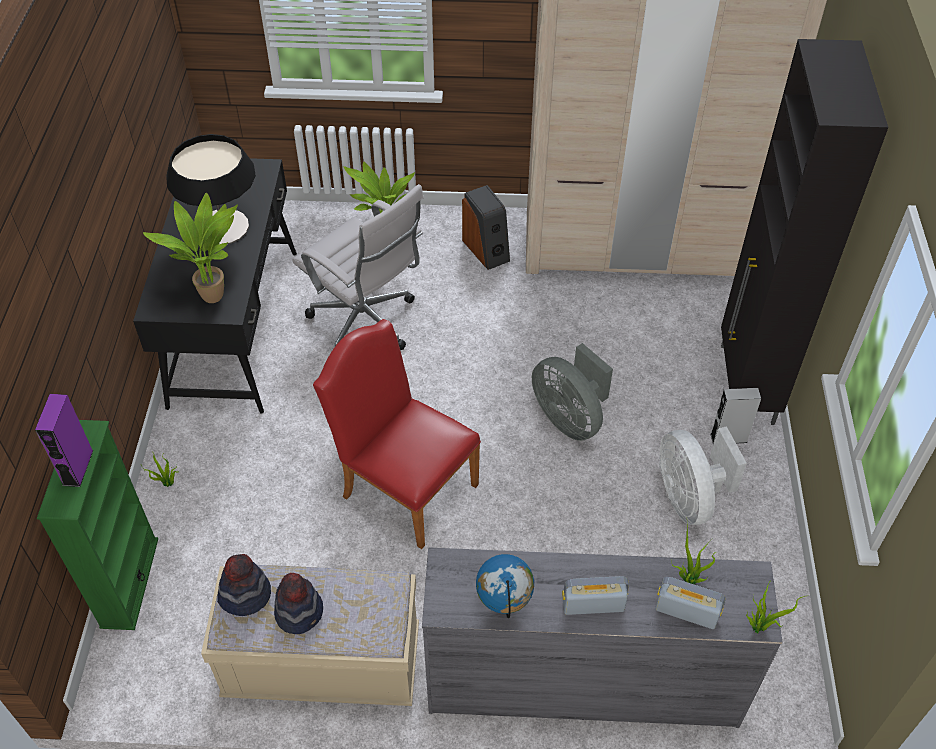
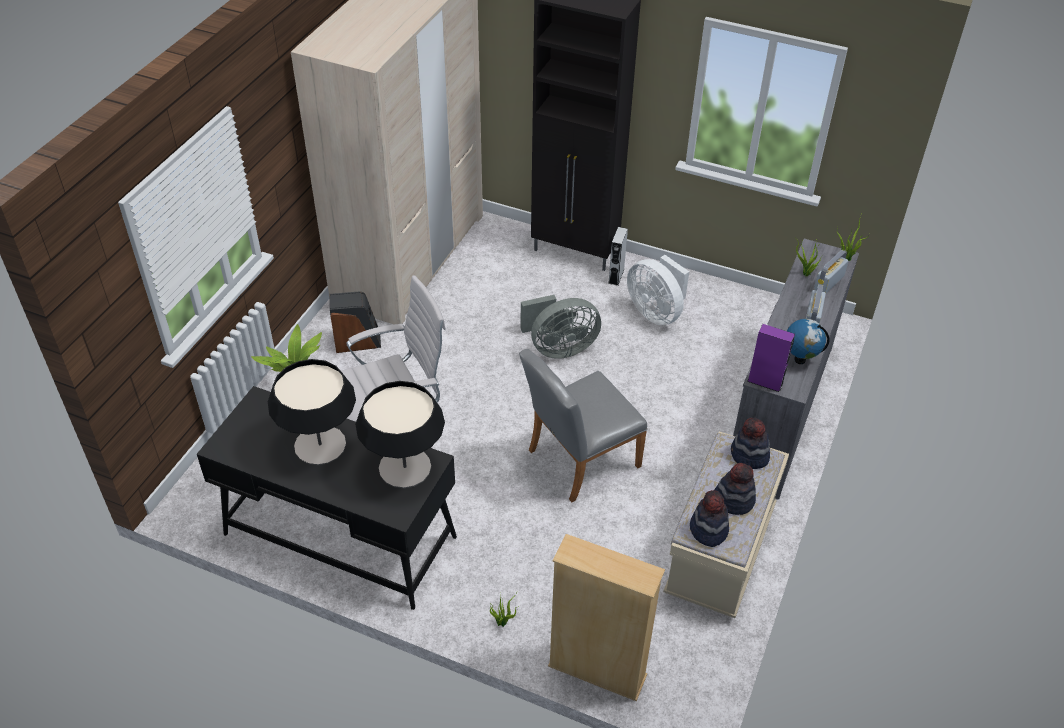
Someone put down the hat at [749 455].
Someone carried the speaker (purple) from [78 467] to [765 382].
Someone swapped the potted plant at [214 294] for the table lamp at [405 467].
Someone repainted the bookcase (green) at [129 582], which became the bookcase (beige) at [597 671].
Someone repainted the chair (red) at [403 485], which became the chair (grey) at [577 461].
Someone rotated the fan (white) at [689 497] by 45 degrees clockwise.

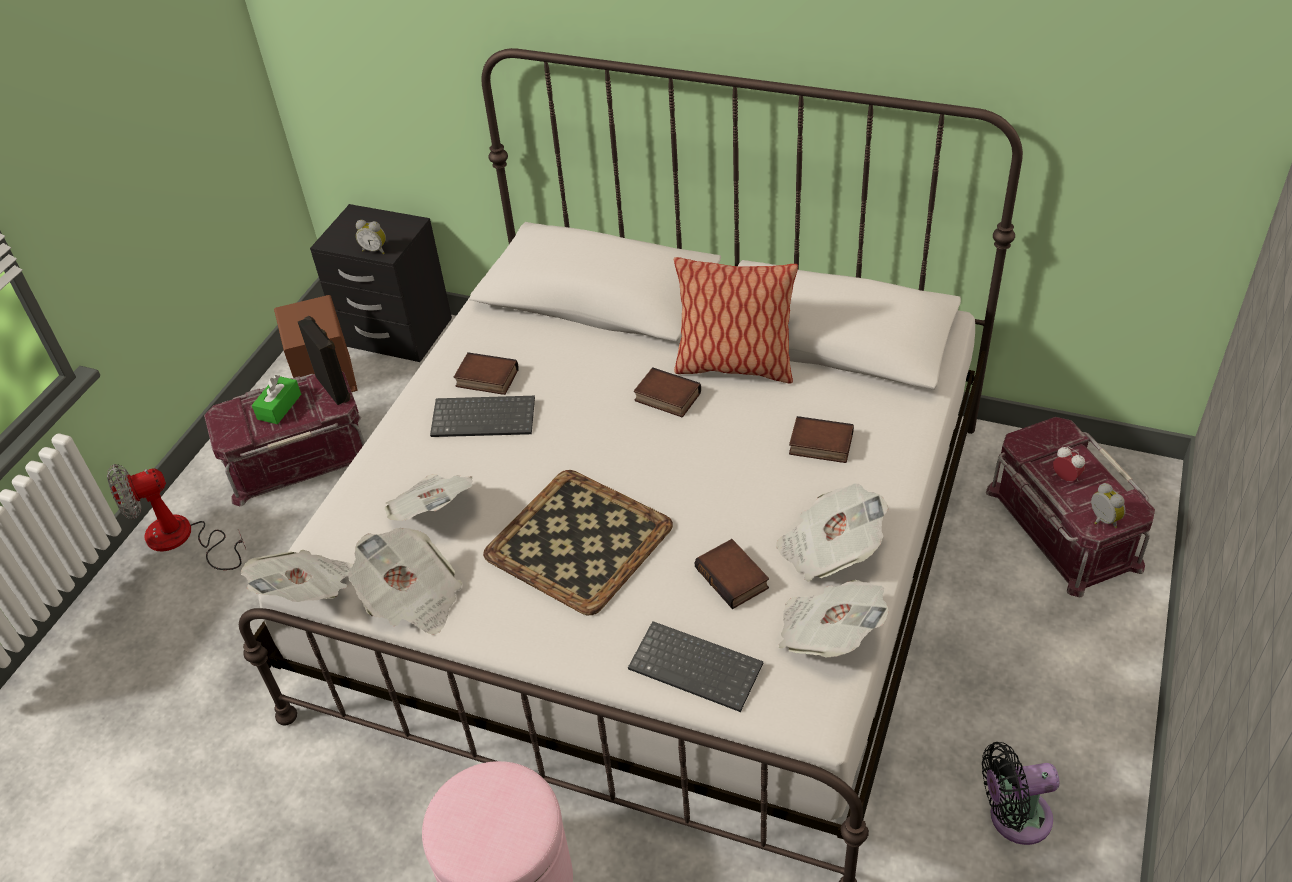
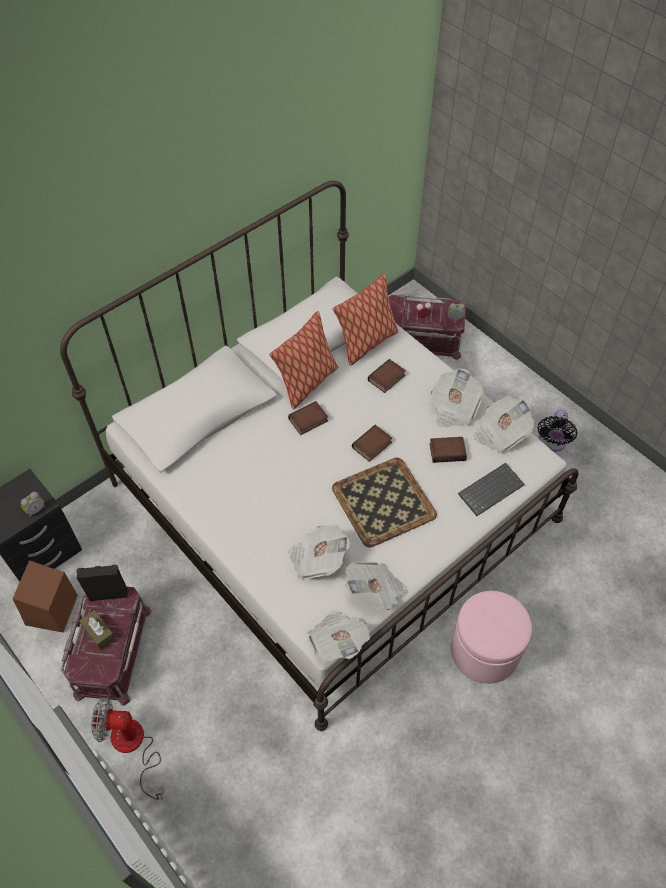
Someone took away the keyboard at [485 417].
Someone put down the pillow at [366 343].
Someone carried the book from [485 379] to [372 446].
Someone repainted the tissue box (green) at [279 407], which became the tissue box (brown) at [99 632].
Someone rotated the fan at [182 539] by 90 degrees clockwise.

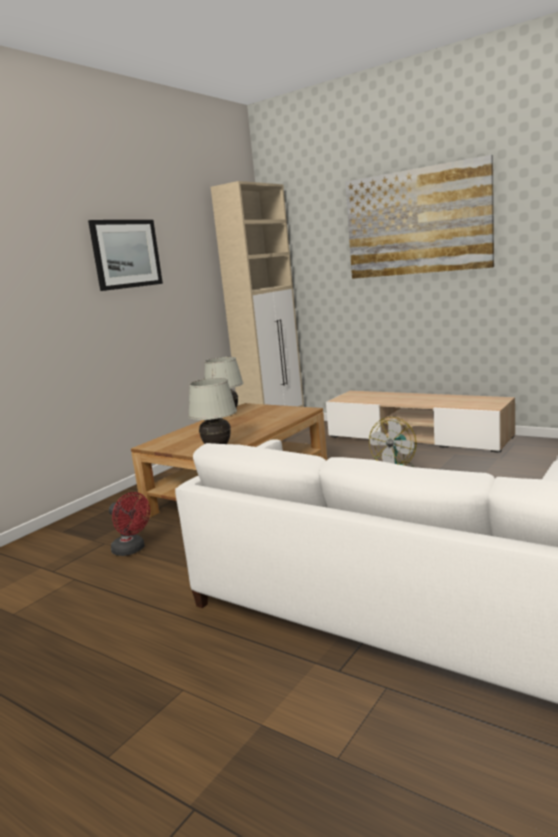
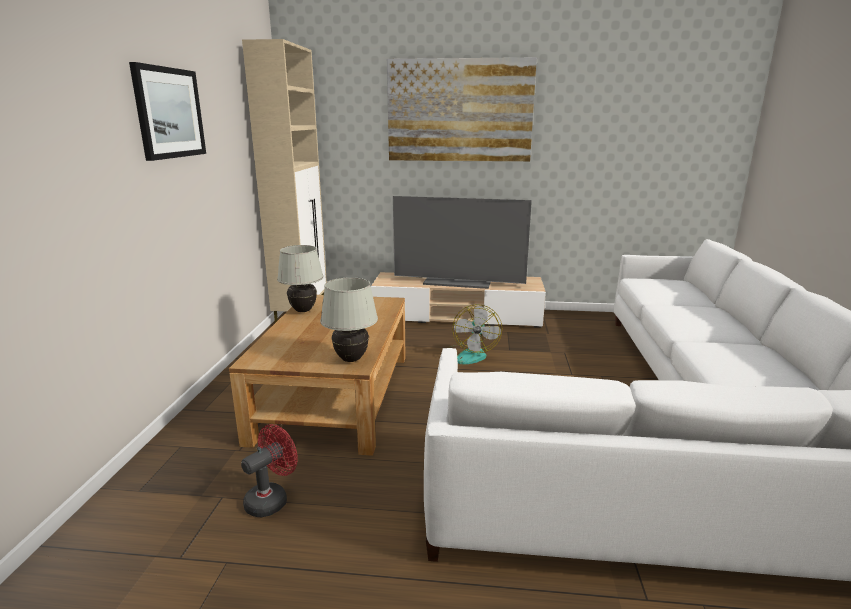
Someone put down the television at [458 282].
Someone rotated the fan (red) at [132 550] by 60 degrees counterclockwise.

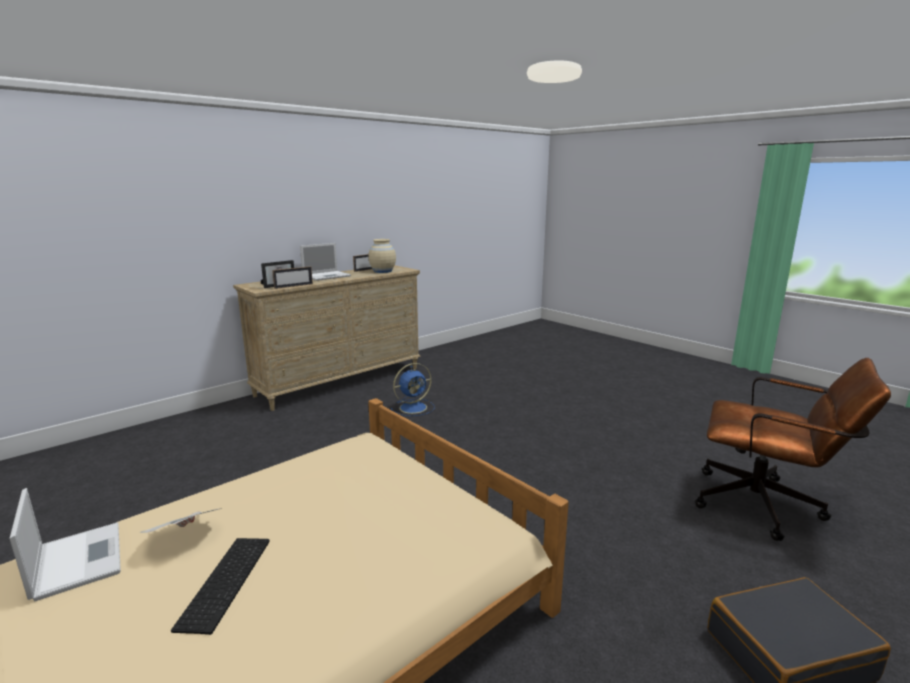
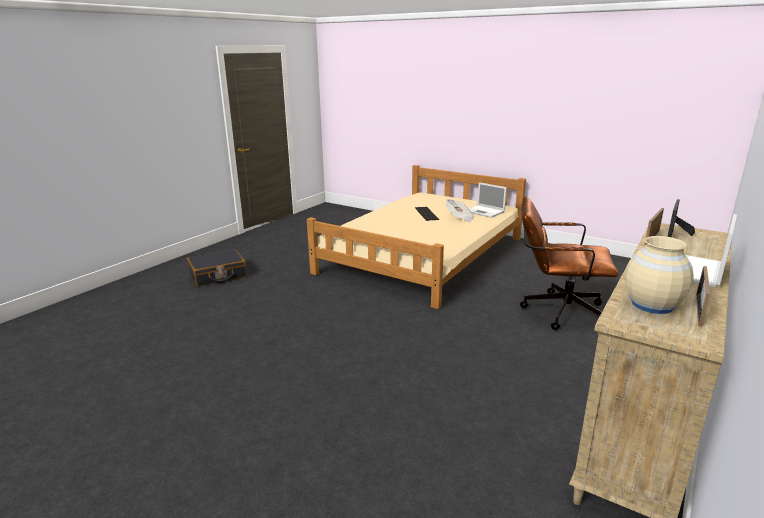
Someone took away the fan (blue) at [414 407].
Someone carried the office chair (brown) from [767 507] to [556 311].

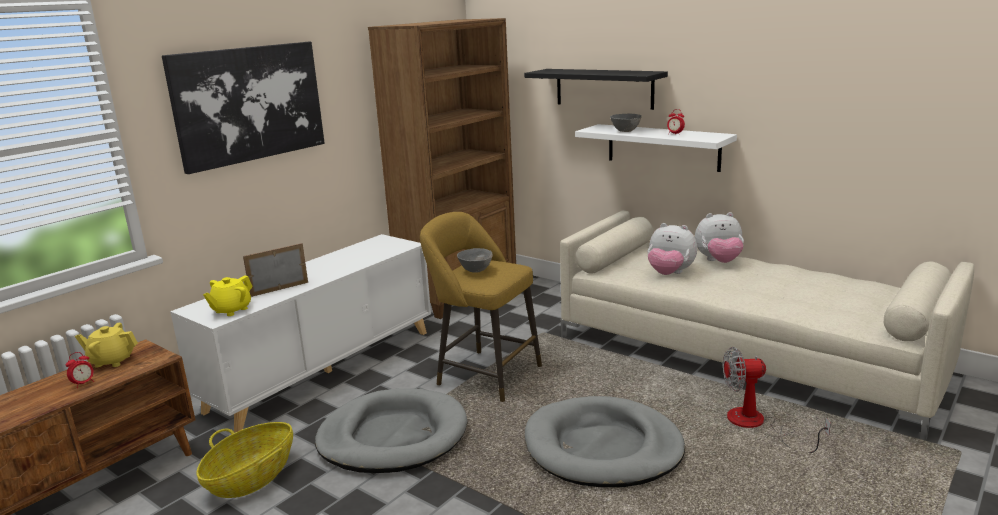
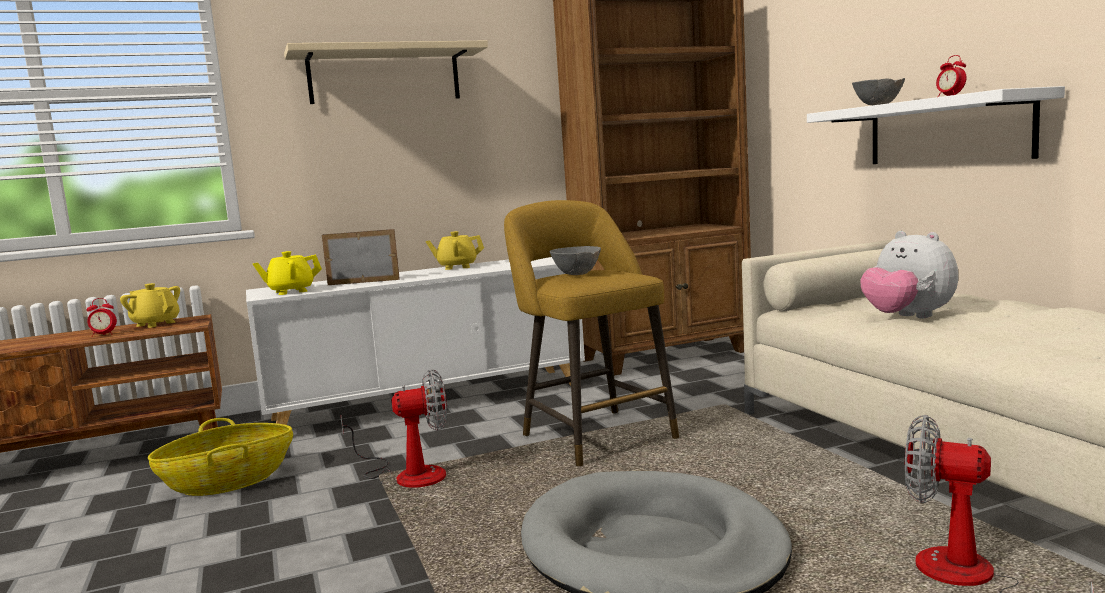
Someone took away the shelf (black) at [604 88].
Someone took away the plush toy at [719 262].
Someone put down the teapot (yellow) at [457 267].
Someone swapped the picture at [249 104] for the shelf (beige) at [384 76].
Someone swapped the dog bed (grey) at [393 436] for the fan at [408 475].

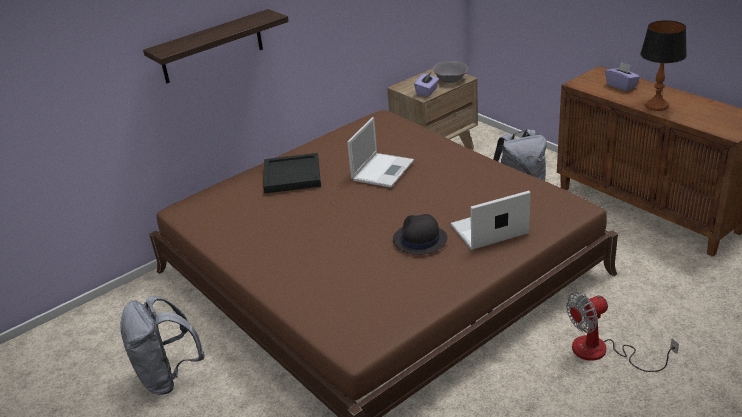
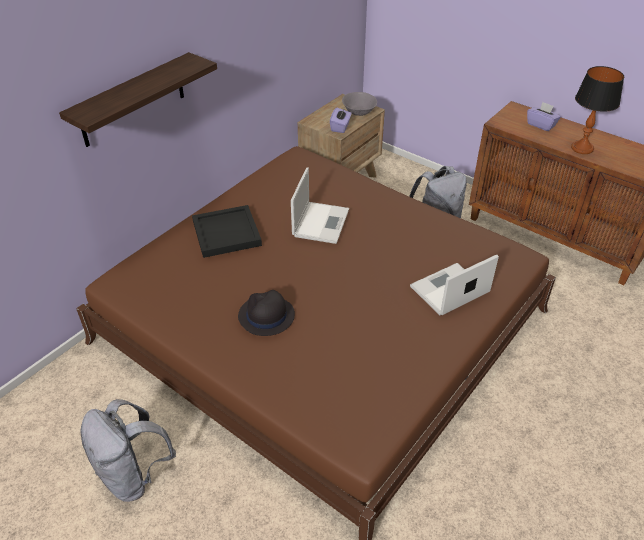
Someone took away the fan at [602 352].
Someone carried the hat (black) from [419 240] to [266 316].

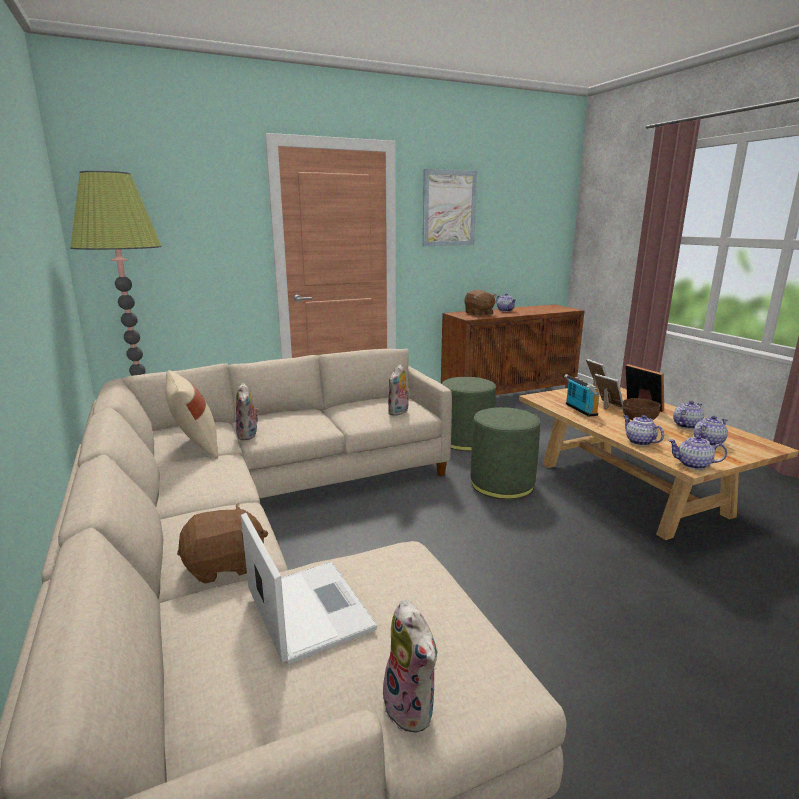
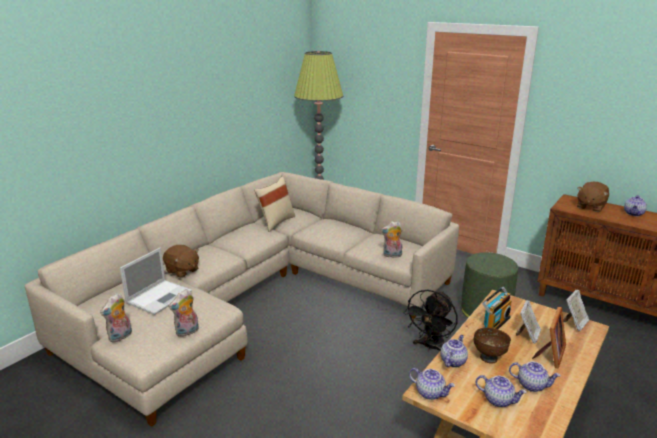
Someone took away the picture at [449 208].
Someone carried the plush toy from [249 435] to [187 332].
Someone swapped the ottoman (green) at [502 484] for the fan (black) at [430 347].
Someone rotated the teapot at [693 465] by 135 degrees clockwise.

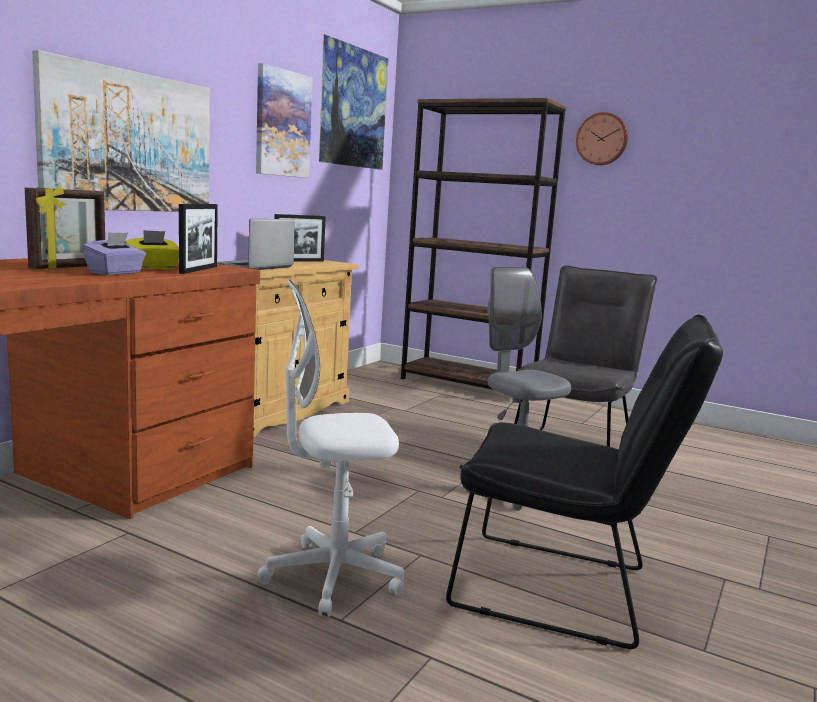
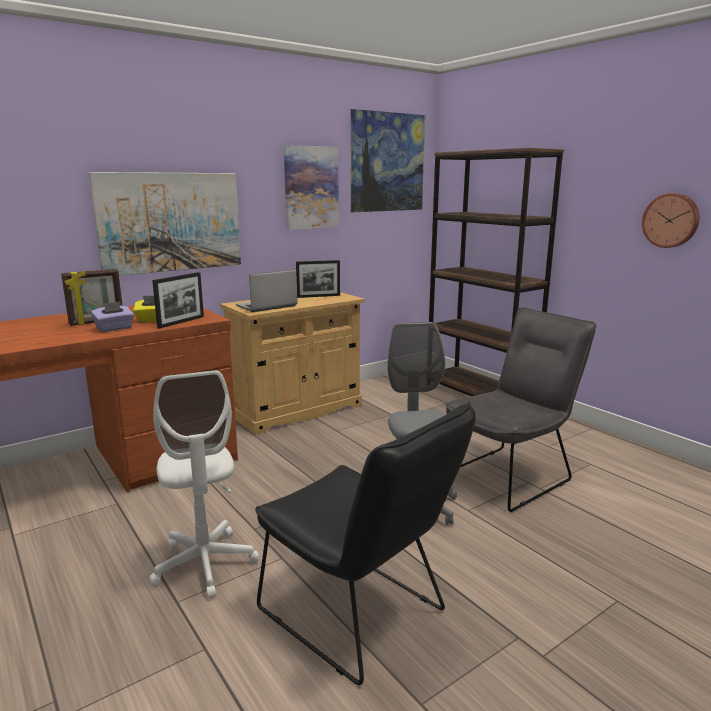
Someone carried the wall clock from [602 139] to [671 220].
Someone rotated the office chair (white) at [333 577] by 120 degrees counterclockwise.

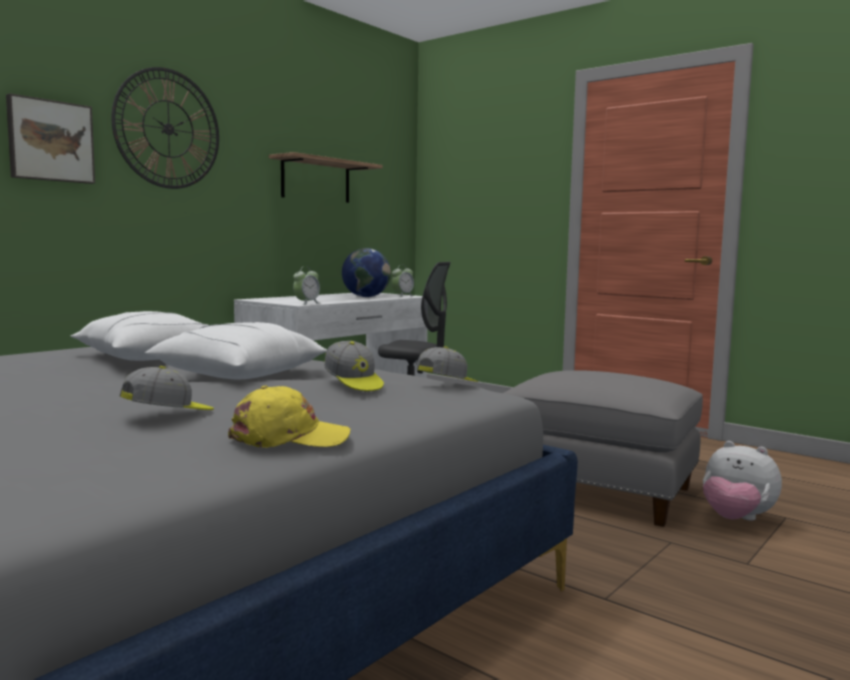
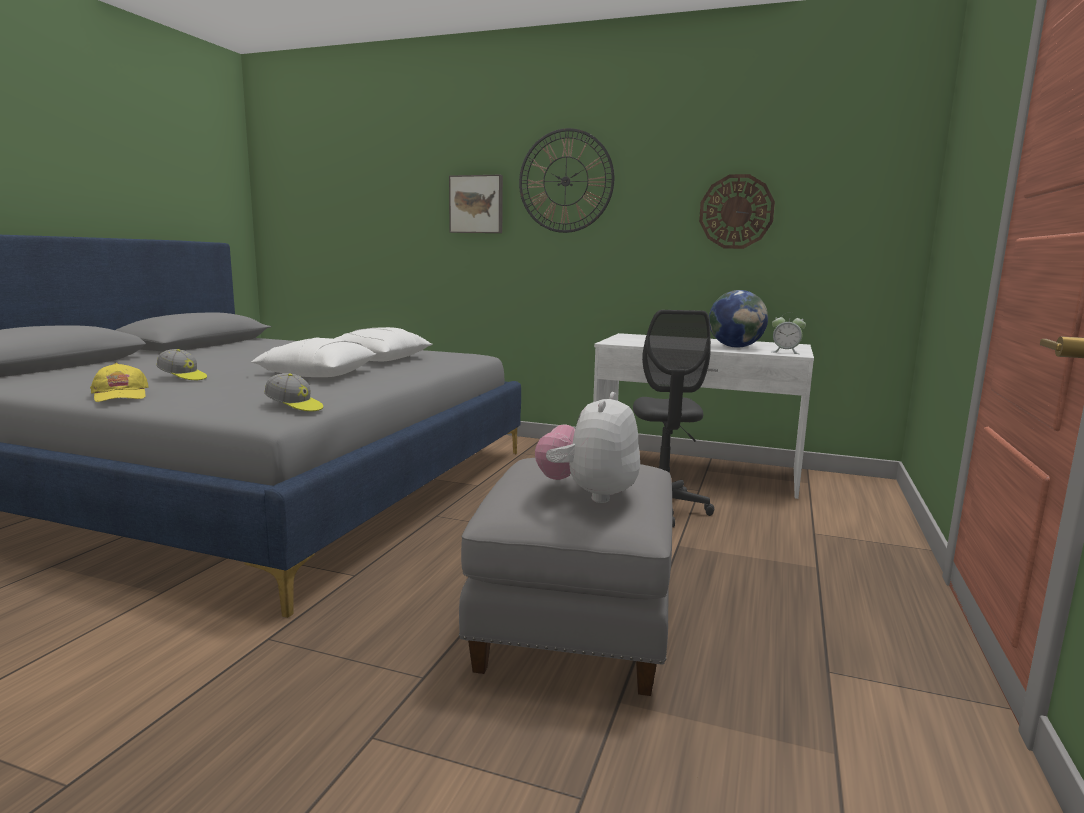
Someone took away the alarm clock at [306 303].
Someone took away the cap at [354 384].
Someone carried the plush toy from [736 519] to [589 494].
Someone swapped the shelf at [316 180] for the wall clock at [736 212].

